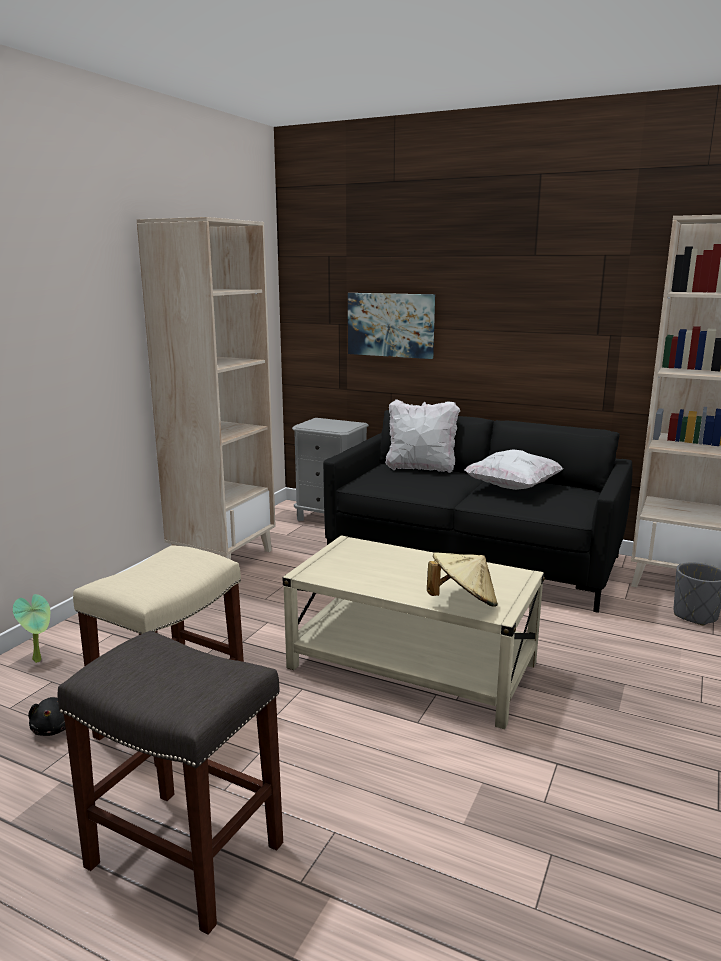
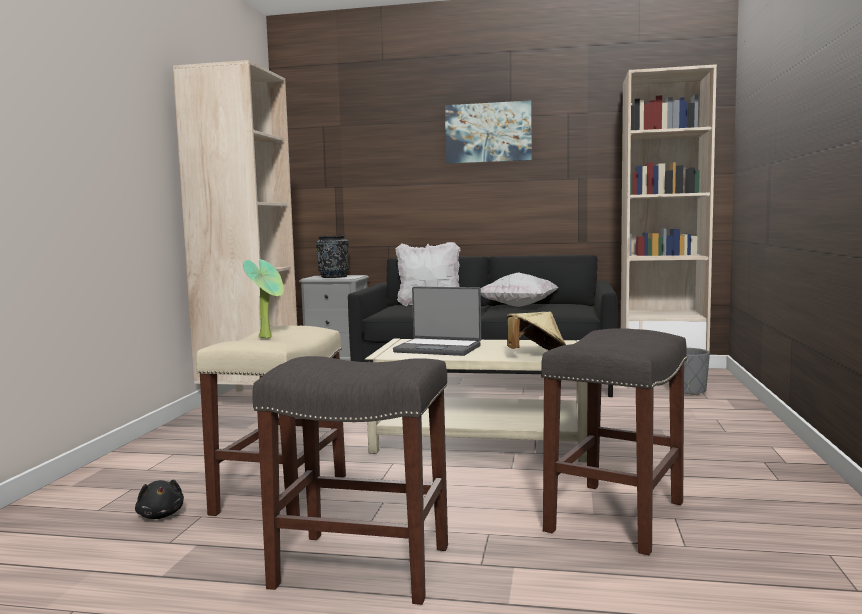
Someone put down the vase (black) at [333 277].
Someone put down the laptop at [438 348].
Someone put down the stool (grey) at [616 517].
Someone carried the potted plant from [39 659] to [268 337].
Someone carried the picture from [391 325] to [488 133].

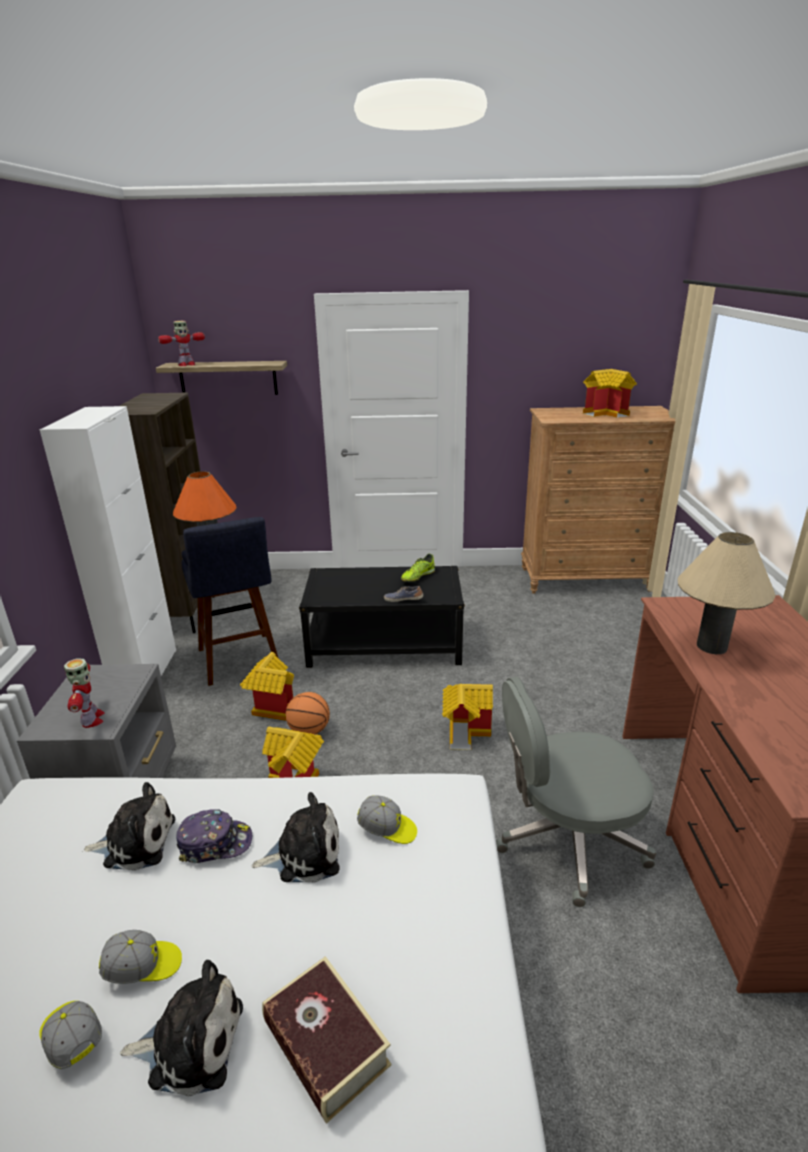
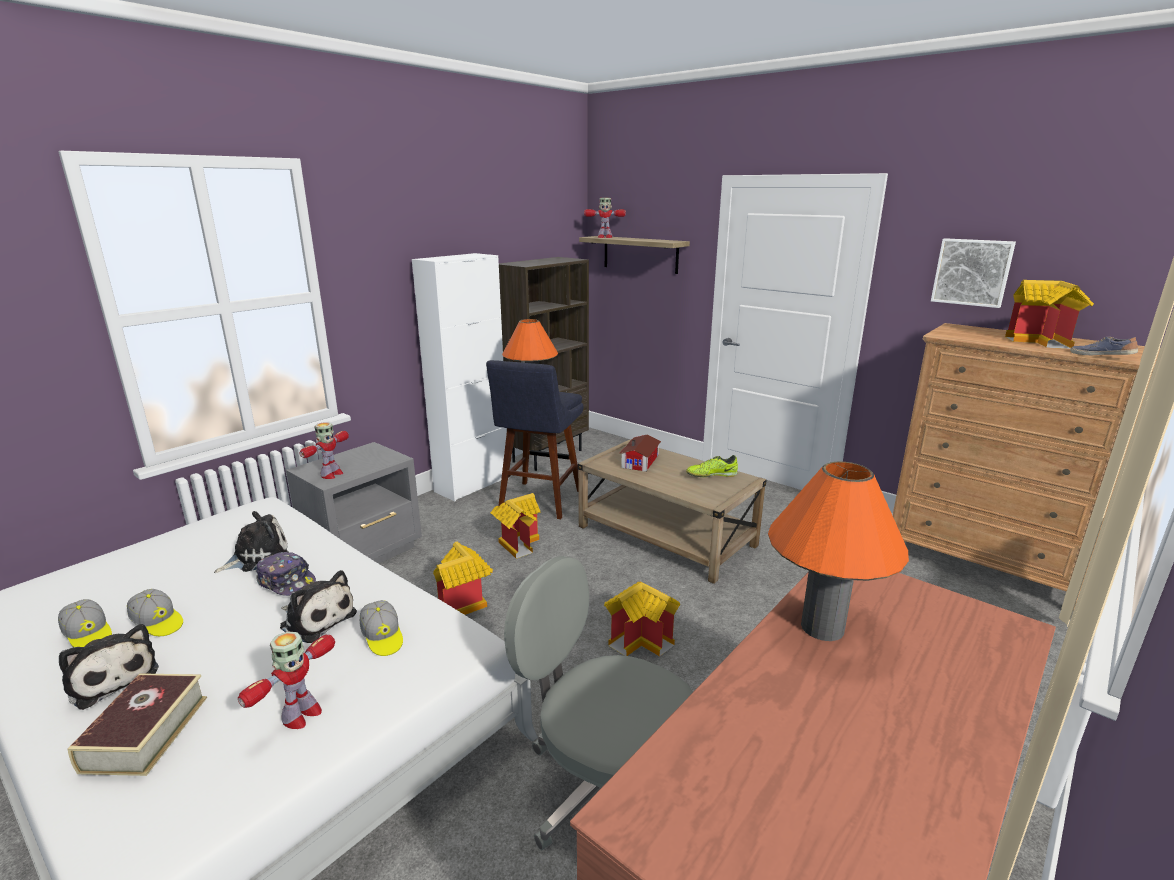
Someone took away the basketball at [309 731].
Someone put down the toy robot at [301 715].
Someone put down the toy house at [641 461].
Someone put up the picture at [972 272].
Someone carried the shoe from [403 600] to [1101 356].
Someone repainted the coffee table (black) at [385 644], which became the coffee table (beige) at [666 536].
Someone repainted the table lamp (beige) at [711 646], which became the table lamp (orange) at [822 627].
Someone rotated the cap at [72 1038] by 135 degrees clockwise.
Someone rotated the plush toy at [135 842] by 75 degrees counterclockwise.

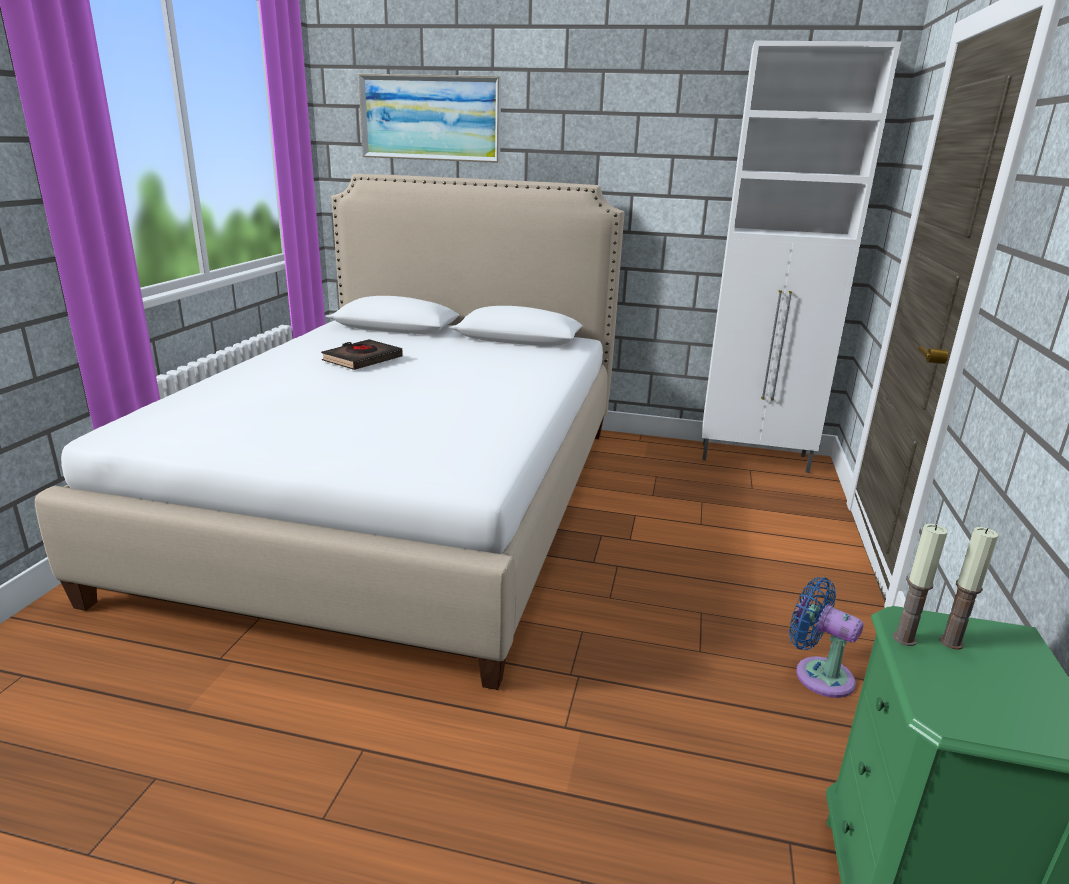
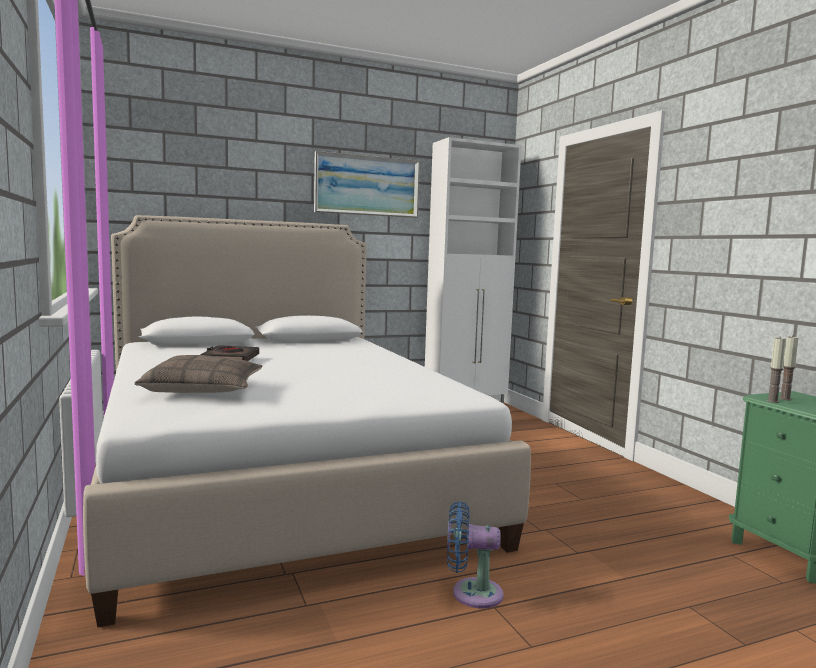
Someone put down the pillow at [204 389].
Someone carried the picture from [430 118] to [367 186].
Someone carried the fan (blue) from [818 674] to [471 593].

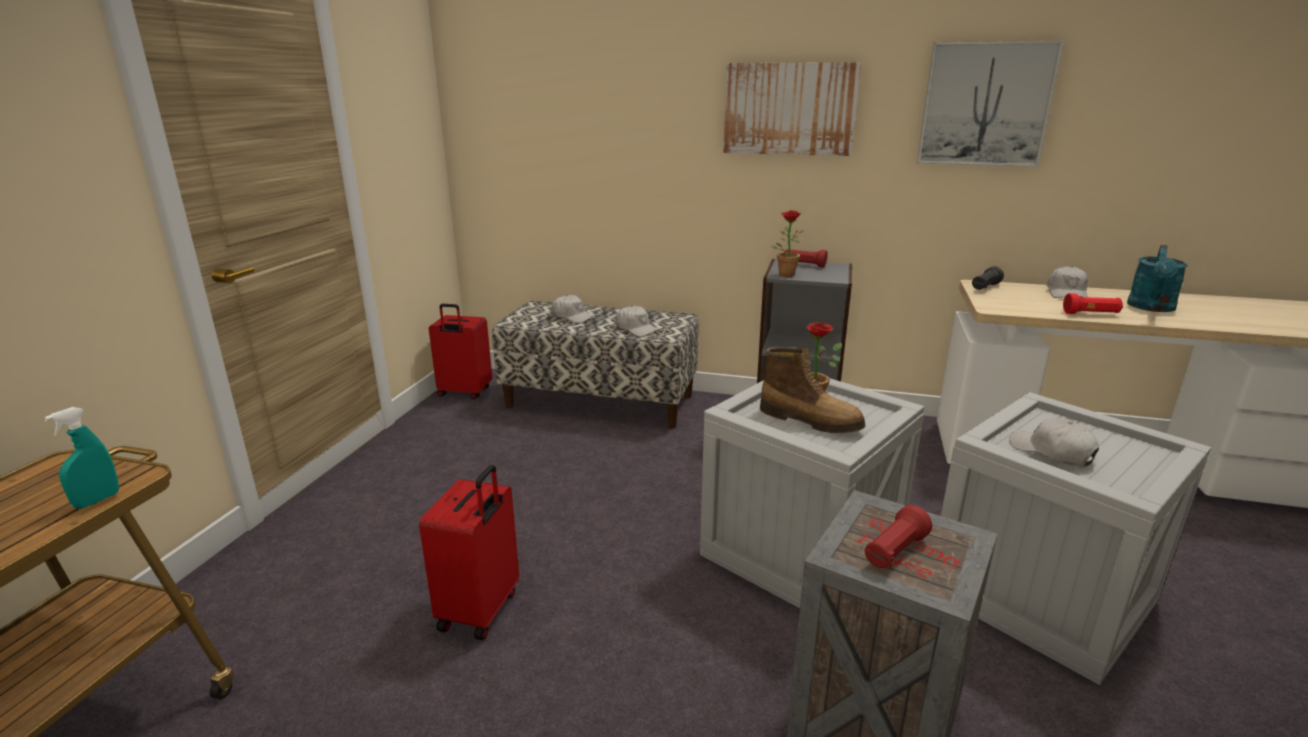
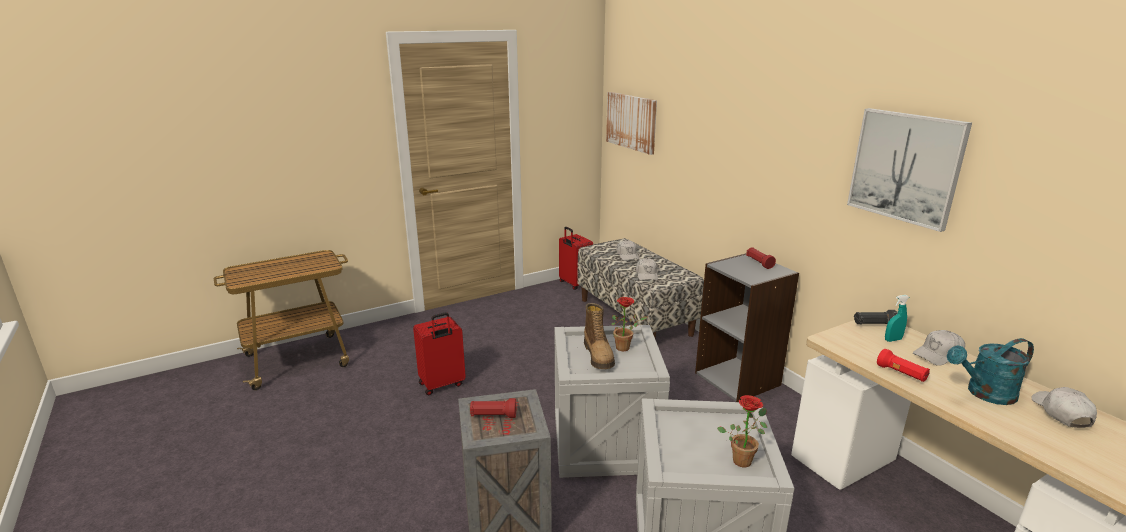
Someone carried the spray bottle (turquoise) from [97 500] to [893 340].
Someone carried the picture from [789 109] to [631 122].
Someone carried the potted plant from [785 273] to [743 458].
Someone carried the cap (white) from [1051 452] to [1061 413].

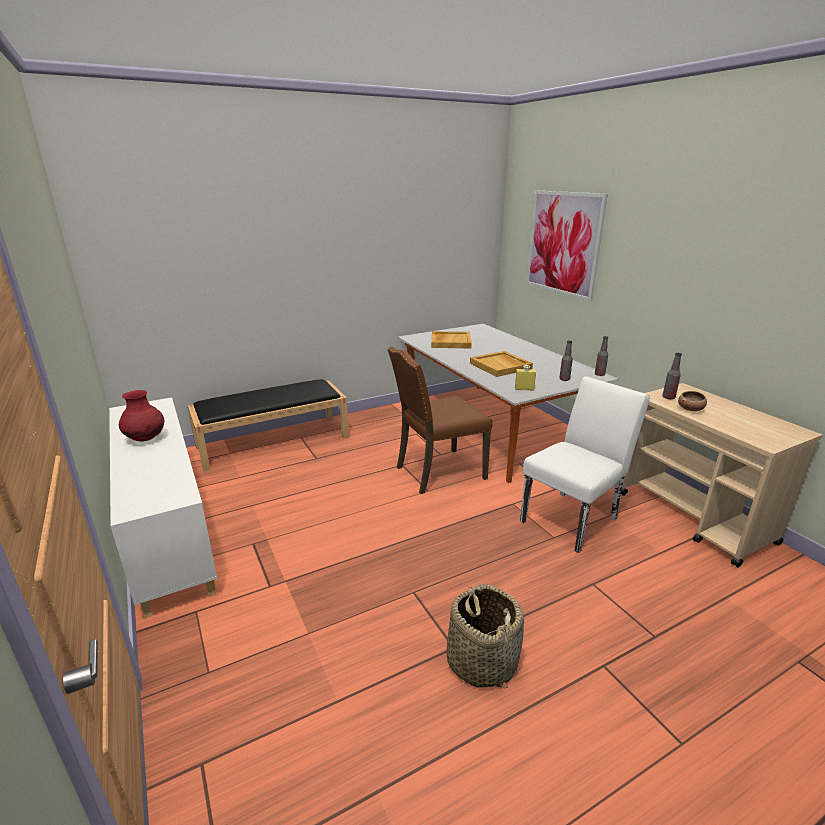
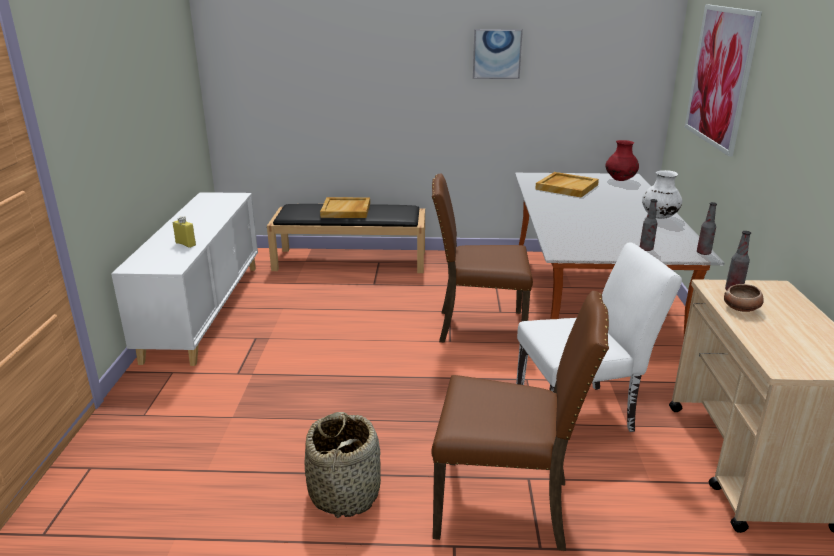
Someone put down the chair (brown) at [506 506].
Someone put up the picture at [497 54].
Someone put down the vase (white) at [659 217].
Someone carried the vase (red) from [146 439] to [620 180].
Someone carried the tray (beige) from [501 366] to [346 210].
Someone carried the bottle (yellow) from [524 389] to [185 244].

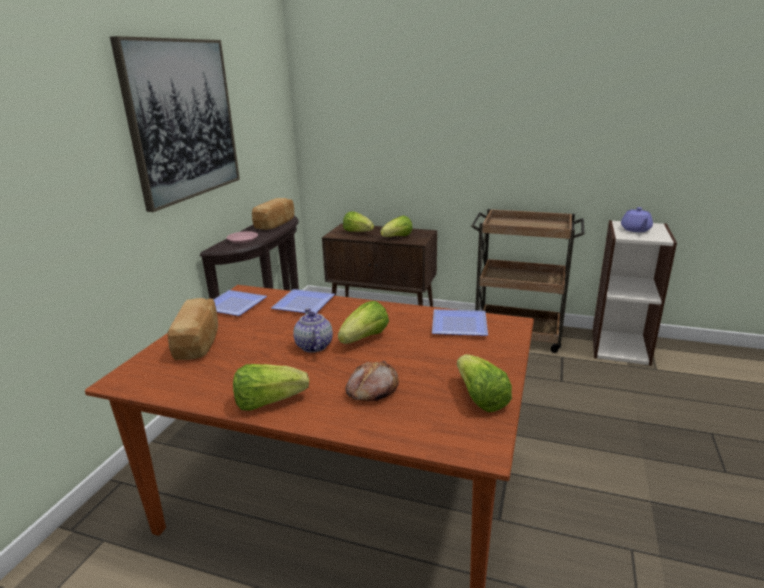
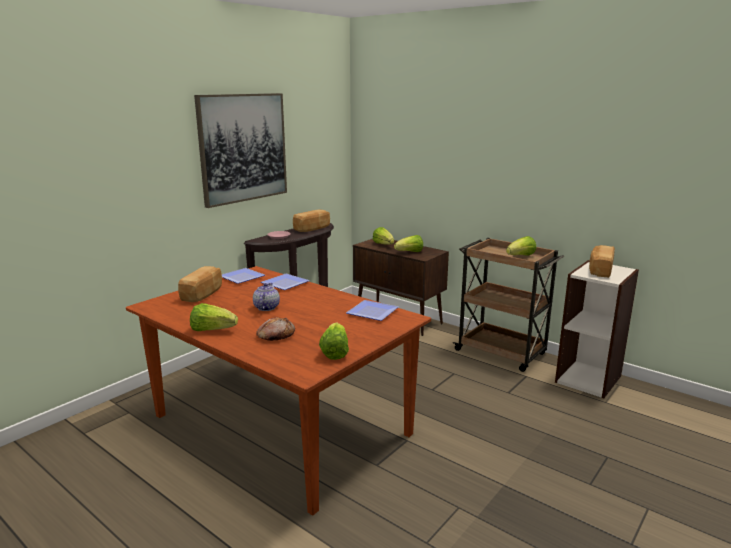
Someone carried the lettuce from [365 338] to [521 256].
Someone swapped the teapot (purple) at [635 230] for the bread at [599 270].

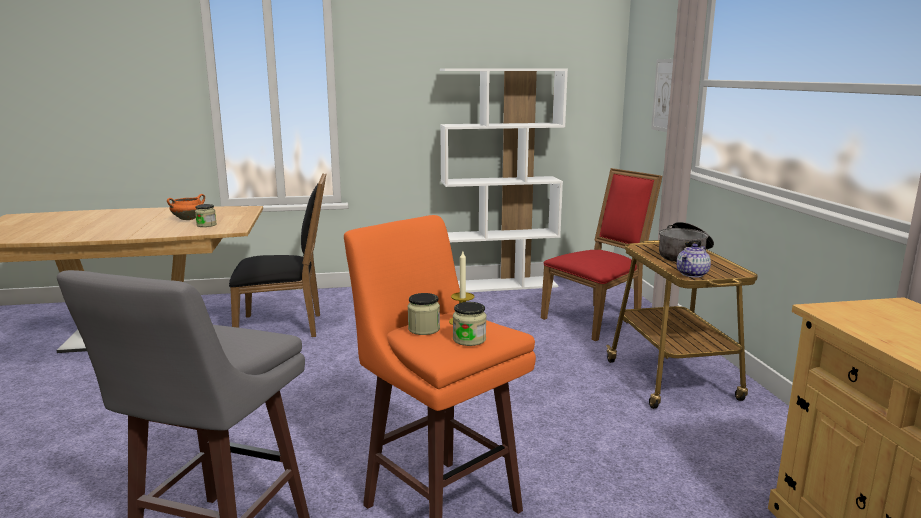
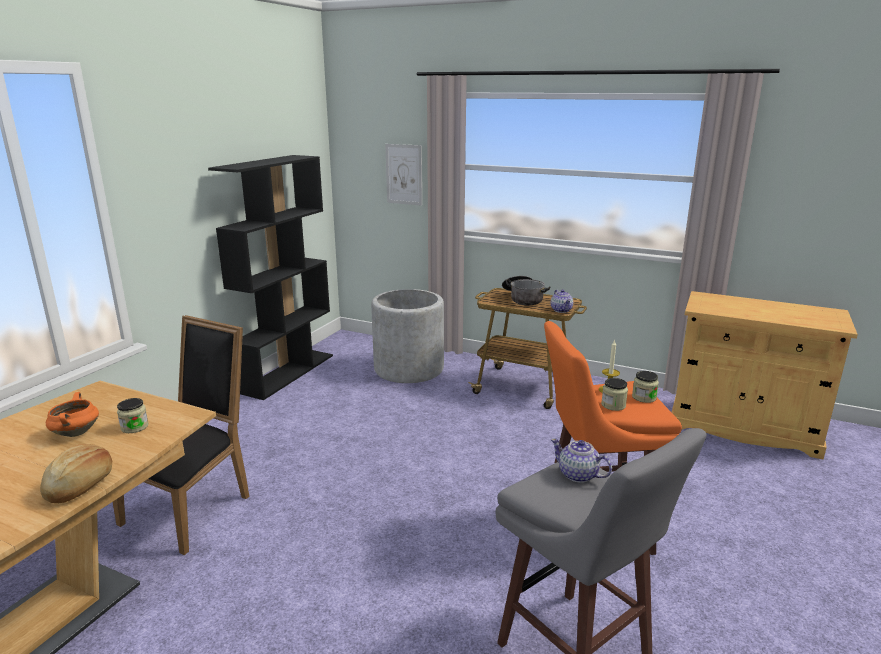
Someone put down the bread at [81 485].
Someone put down the teapot at [578 475].
Someone swapped the chair (red) at [596 319] for the planter (grey) at [409 369].
Someone repainted the bookcase (white) at [499 285], which became the bookcase (black) at [288 373].

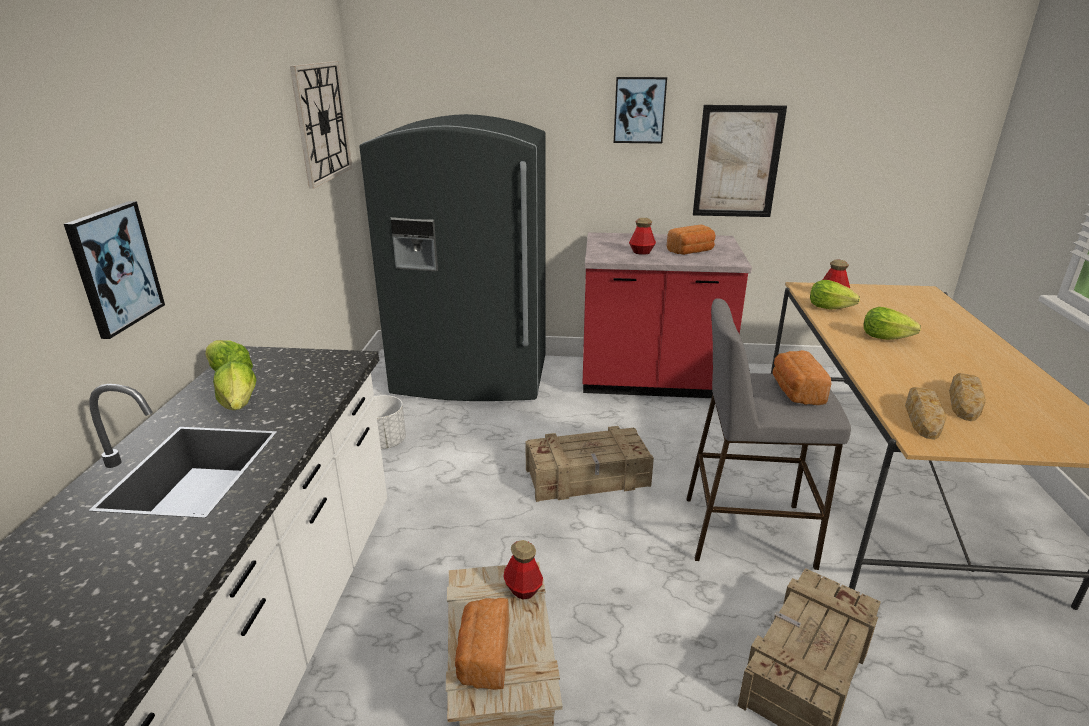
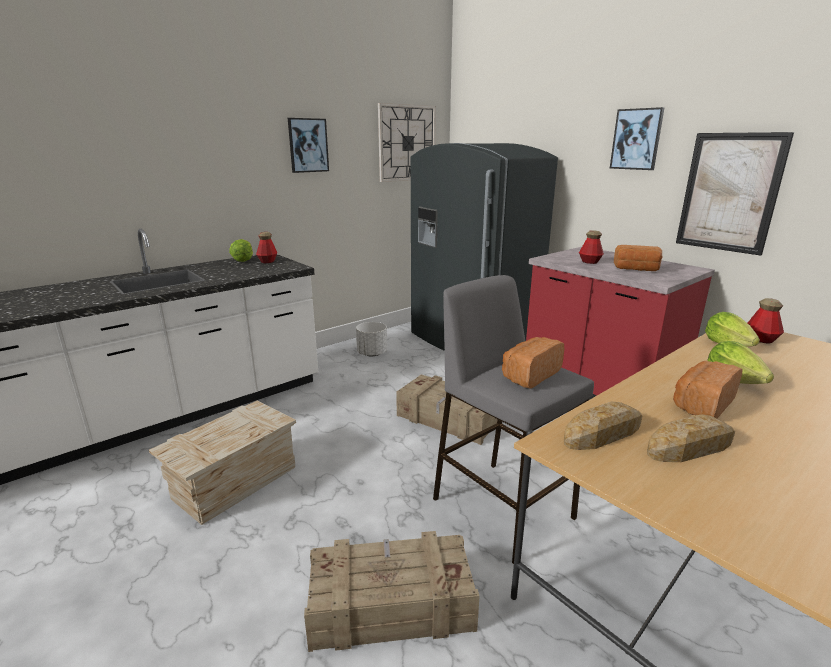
Someone took away the lettuce at [239 404].
Someone carried the picture from [114 268] to [308 145].
Someone carried the bread from [483 657] to [701 404].
Someone carried the bottle from [523 589] to [267 261].

